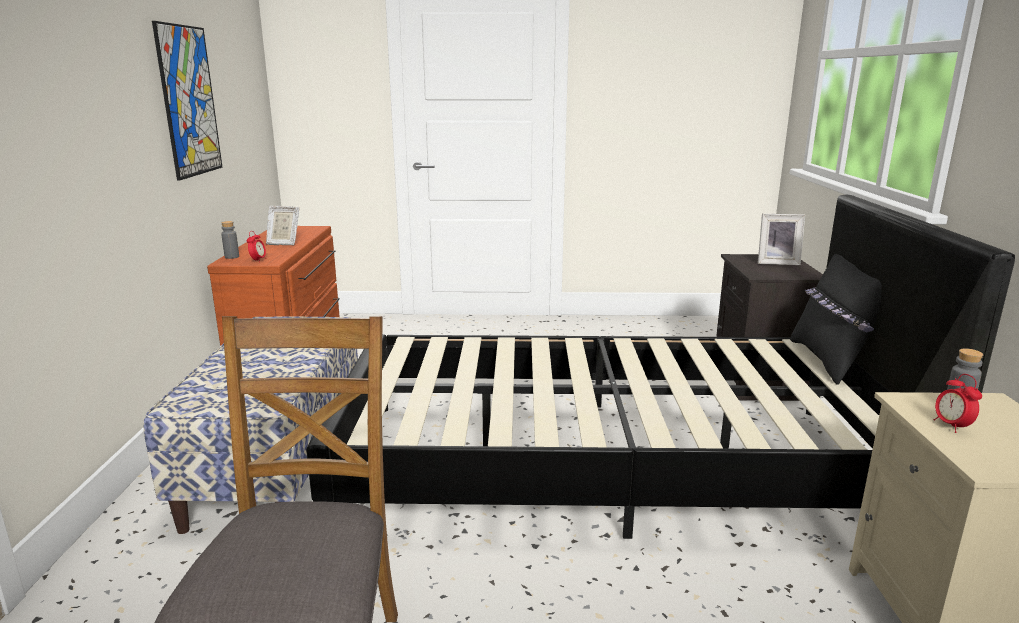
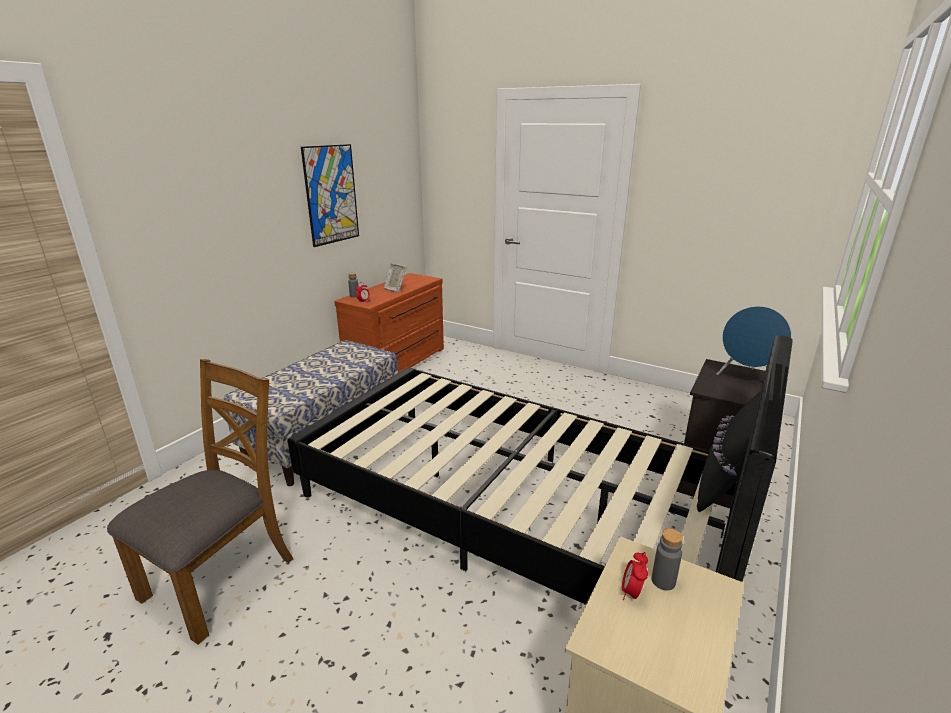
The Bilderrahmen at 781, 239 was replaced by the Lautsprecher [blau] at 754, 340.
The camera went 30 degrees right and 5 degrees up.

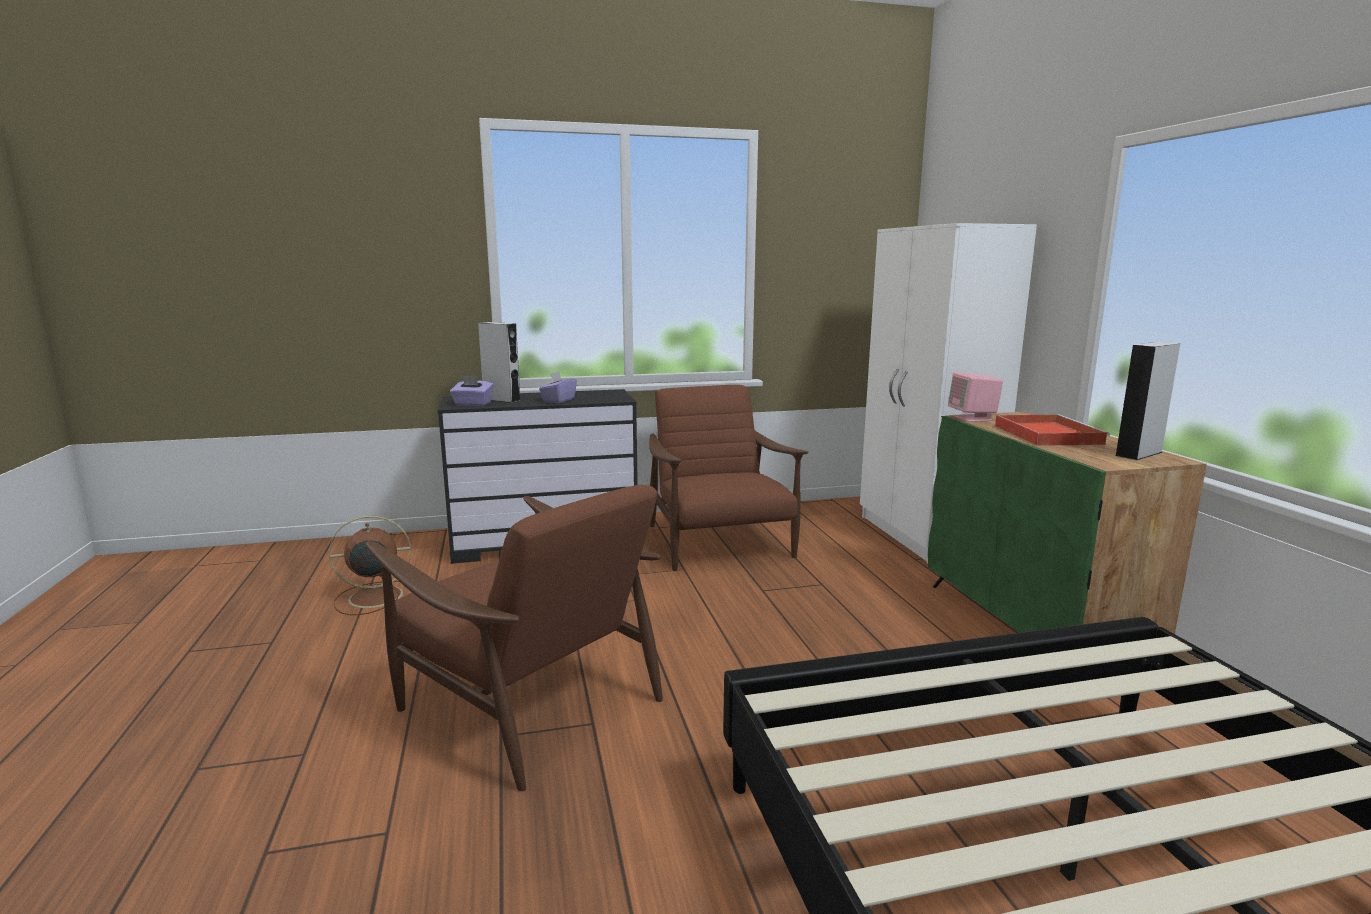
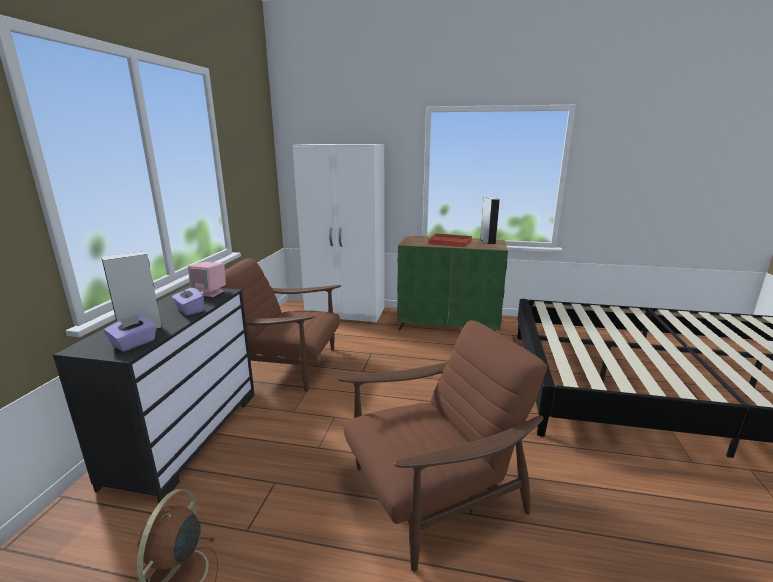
The Lautsprecher [rosa] moved from 975, 397 to 207, 279.
The camera went 65 degrees left and 5 degrees up.

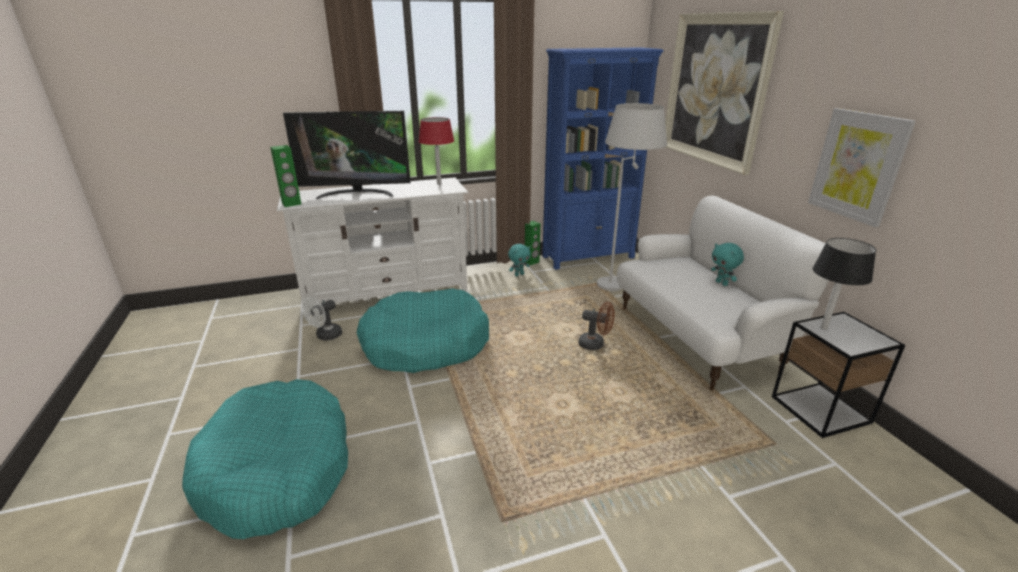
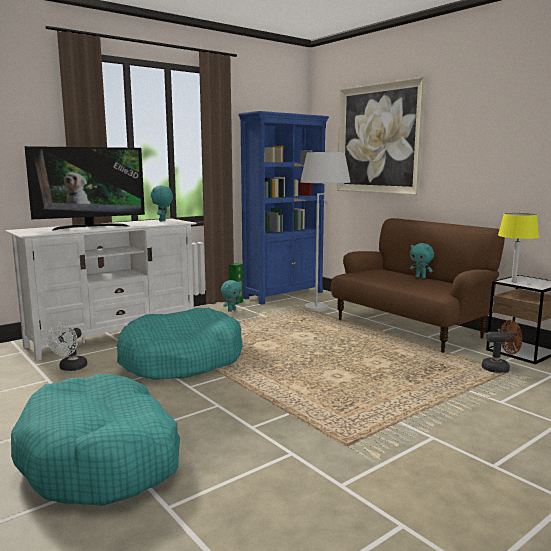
The Bild at 862, 167 disappeared.
The Tischlampe [rot] at 436, 151 was replaced by the Plüschtier [türkis] at 161, 203.
The Lautsprecher [grün] at 286, 176 disappeared.
The Sofa [weiß] at 723, 293 became the Sofa [braun] at 418, 285.
The Tischlampe [schwarz] at 844, 284 became the Tischlampe [gelb] at 518, 247.
The Ventilator [braun] moved from 597, 326 to 502, 346.
The camera went 20 degrees left and 15 degrees down.

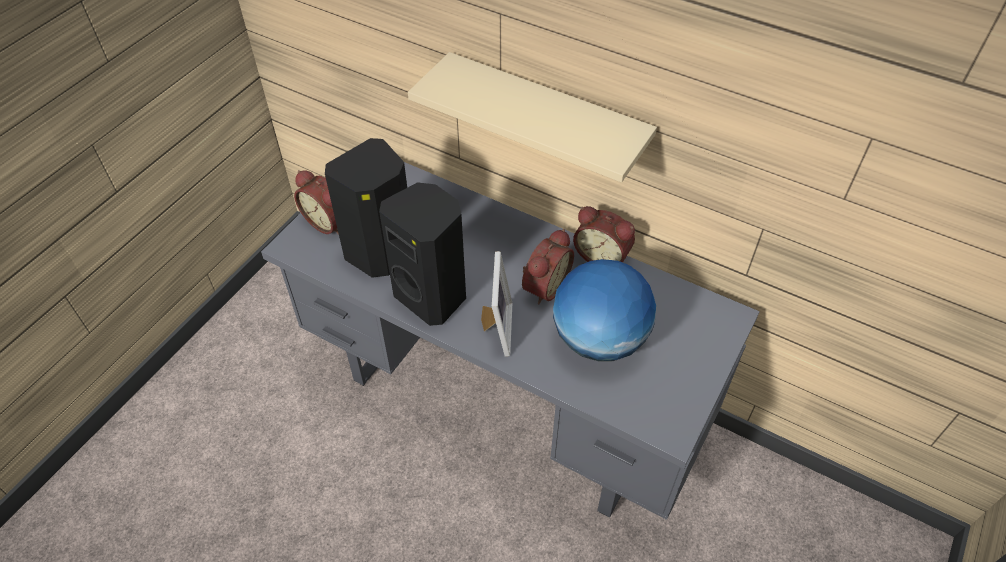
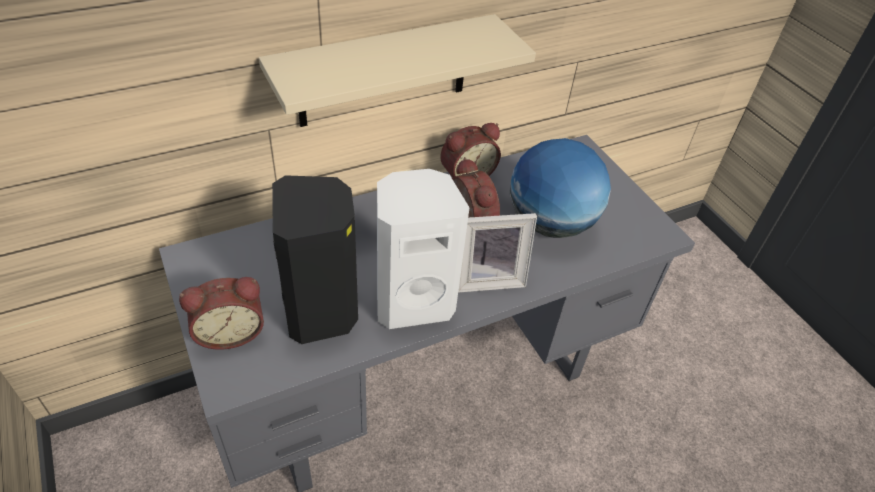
The Lautsprecher [schwarz] at 422, 254 became the Lautsprecher [weiß] at 423, 249.
The Bilderrahmen at 496, 304 turned 135 degrees clockwise.
The camera went 60 degrees left and 5 degrees down.

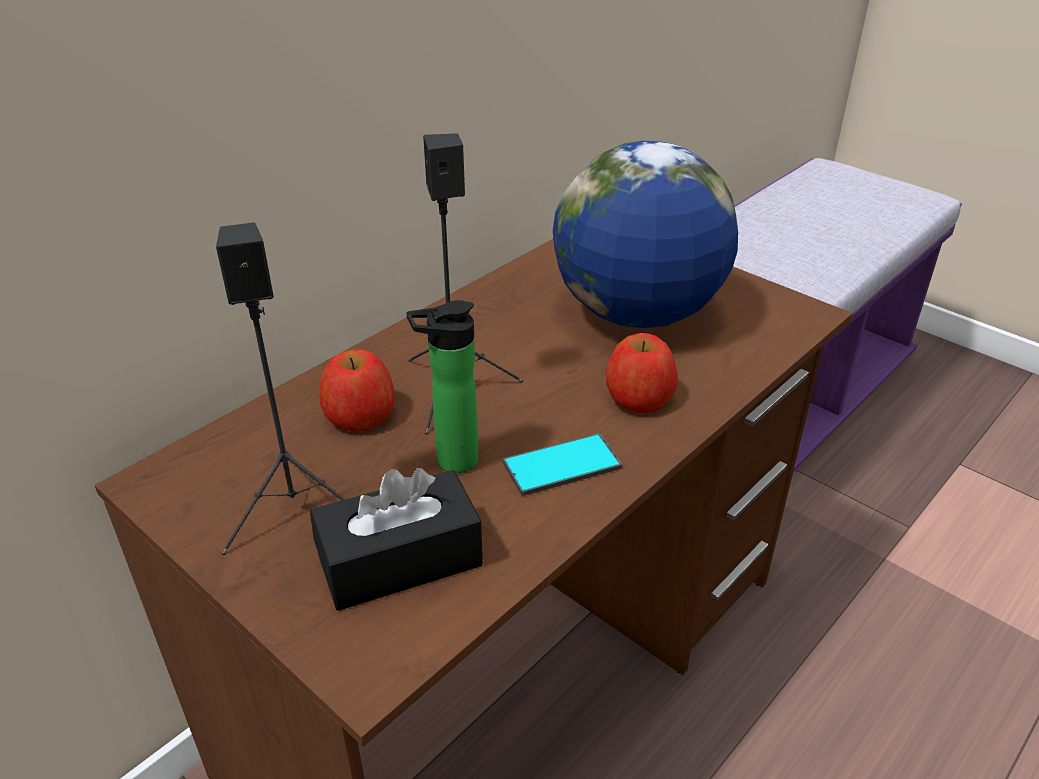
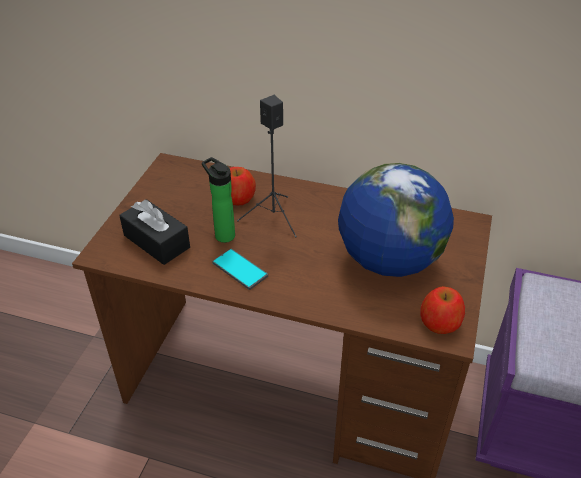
The Lautsprecher [schwarz] at 280, 388 disappeared.
The Apfel moved from 641, 373 to 442, 310.
The camera went 65 degrees right and 5 degrees up.

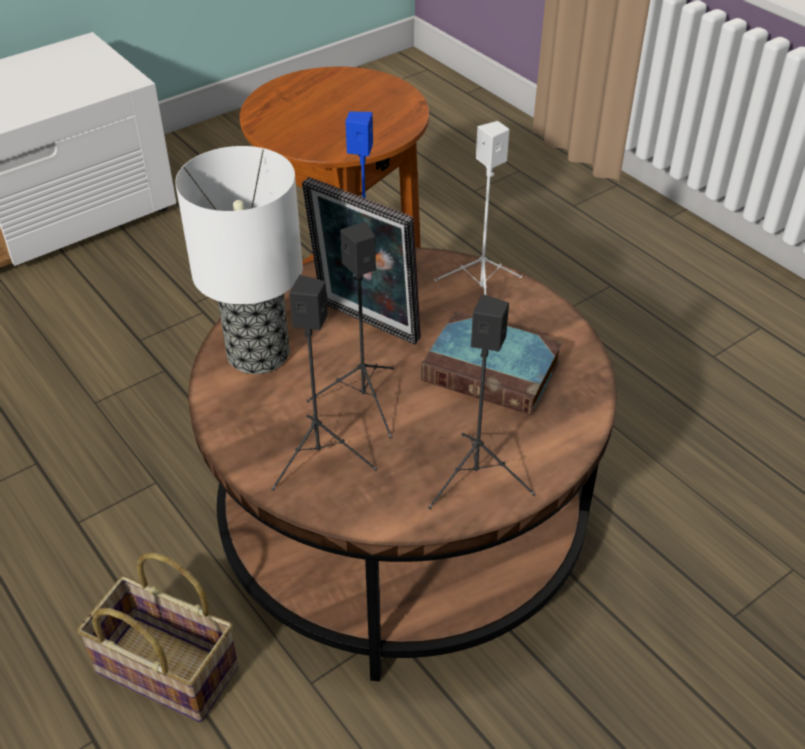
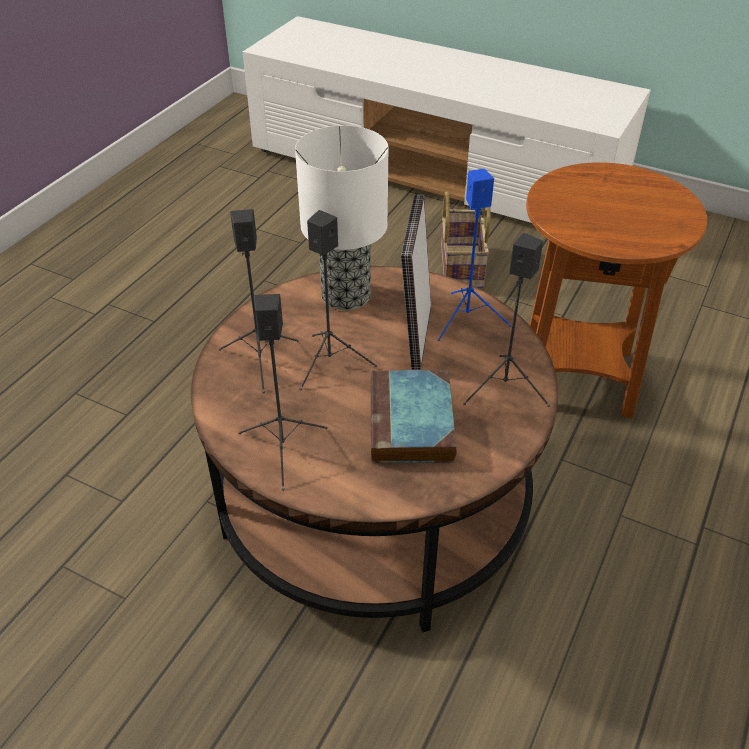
The Lautsprecher [weiß] at 478, 208 became the Lautsprecher [schwarz] at 506, 320.
The Korb moved from 157, 637 to 466, 239.
The camera went 65 degrees right and 0 degrees up.

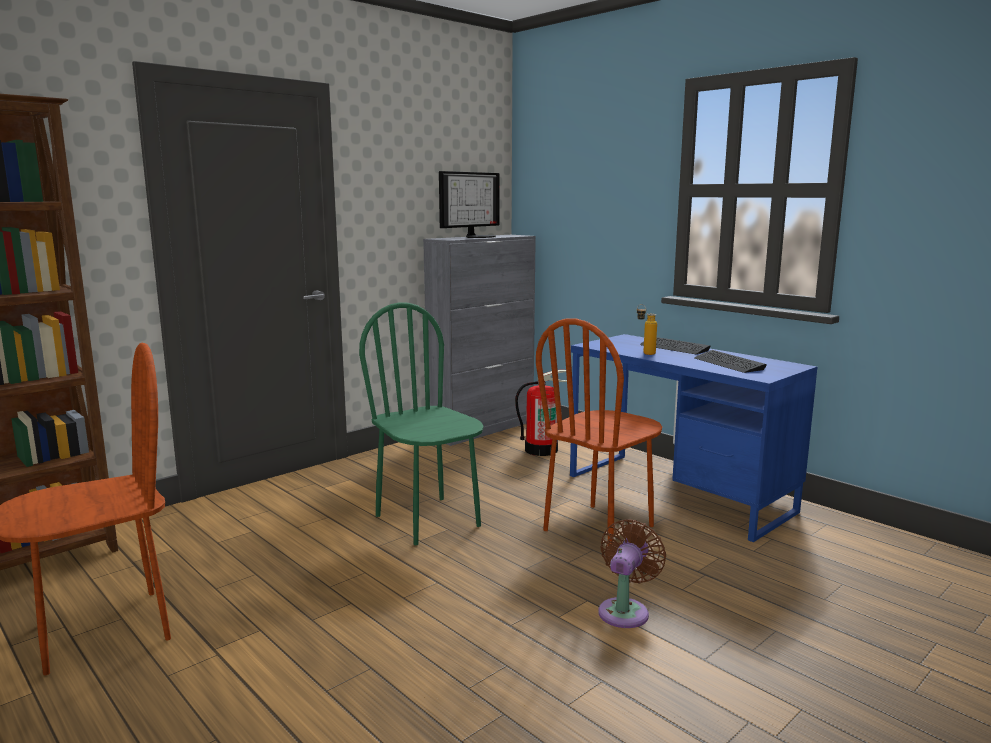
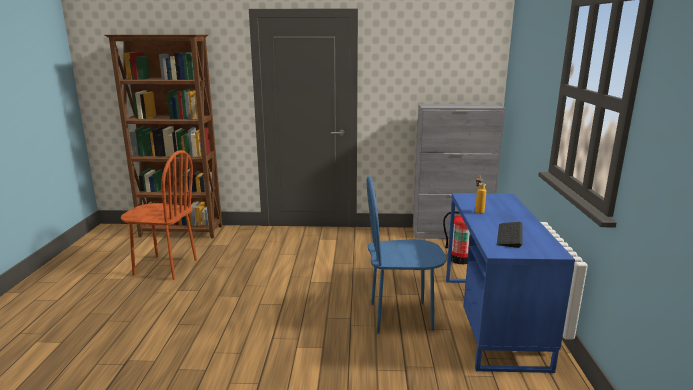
The Monitor at 469, 204 disappeared.
The Stuhl [grün] at 421, 423 disappeared.
The Stuhl [braun] at 599, 432 became the Stuhl [blau] at 407, 255.
The Tastatur at 675, 345 disappeared.
The Ventilator [braun] at 632, 573 disappeared.
The camera went 45 degrees right and 5 degrees up.

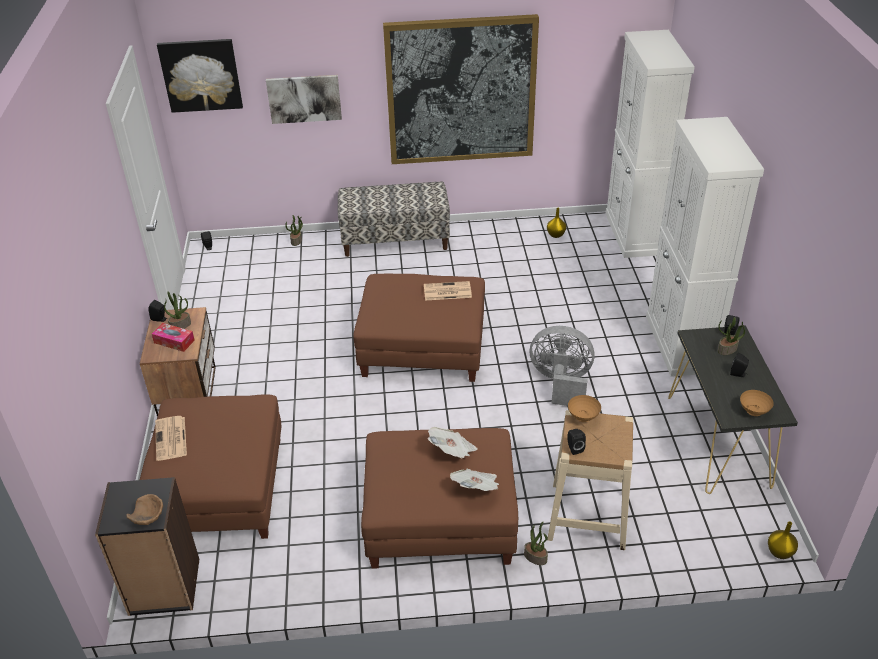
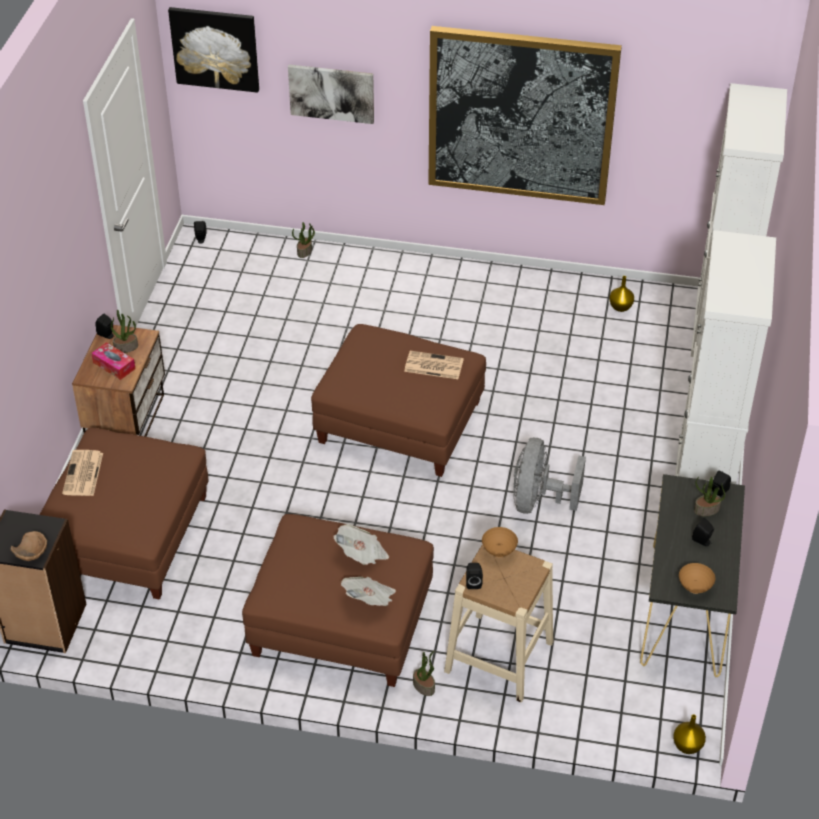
The Bank at 394, 219 disappeared.
The Ventilator [grau] at 562, 366 turned 105 degrees counterclockwise.
The camera went 15 degrees right and 5 degrees up.

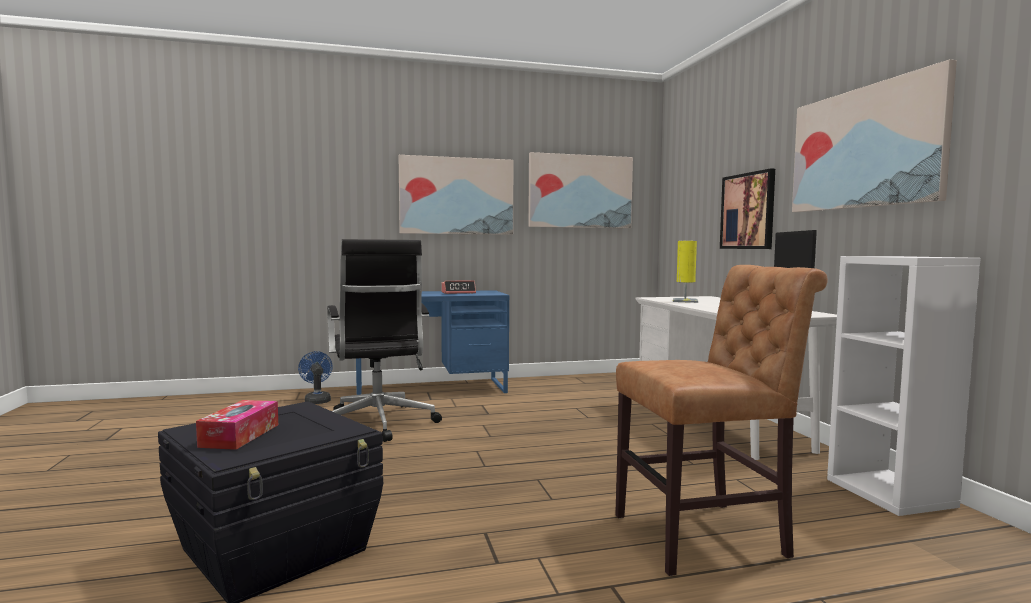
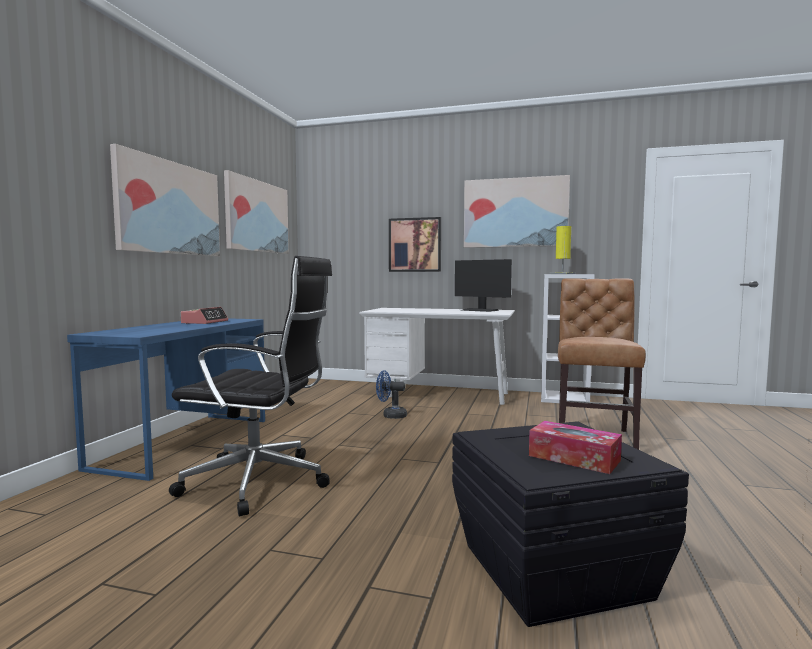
The Tischlampe [gelb] moved from 685, 272 to 562, 250.
The Ventilator [blau] moved from 315, 377 to 391, 394.
The camera went 60 degrees left and 0 degrees up.

